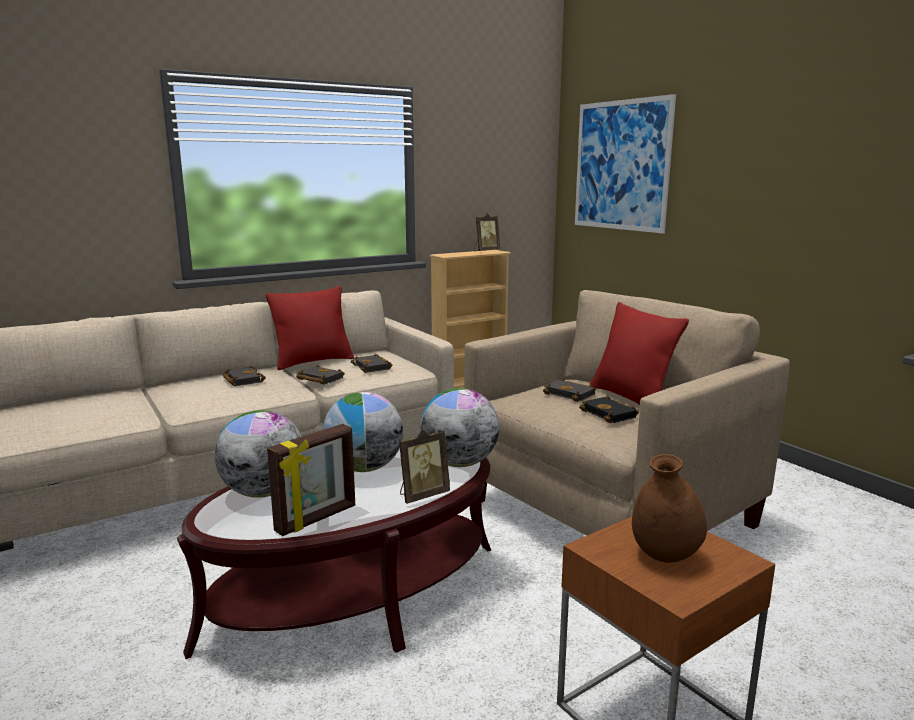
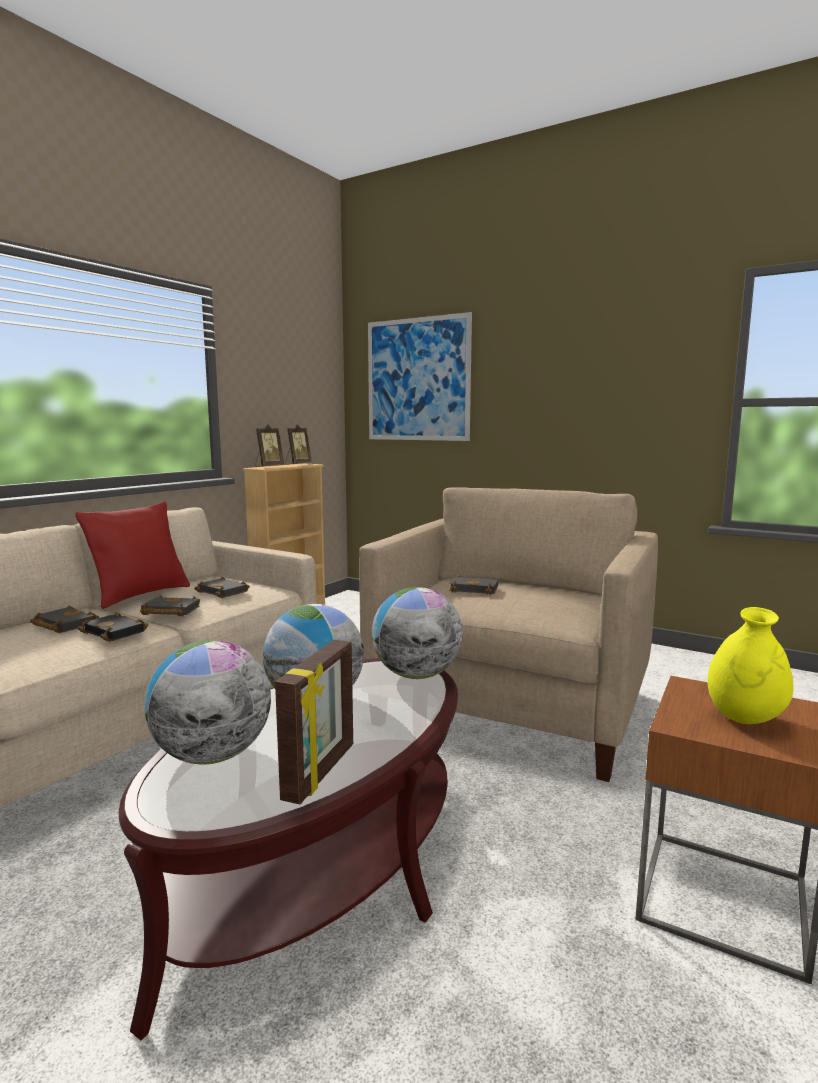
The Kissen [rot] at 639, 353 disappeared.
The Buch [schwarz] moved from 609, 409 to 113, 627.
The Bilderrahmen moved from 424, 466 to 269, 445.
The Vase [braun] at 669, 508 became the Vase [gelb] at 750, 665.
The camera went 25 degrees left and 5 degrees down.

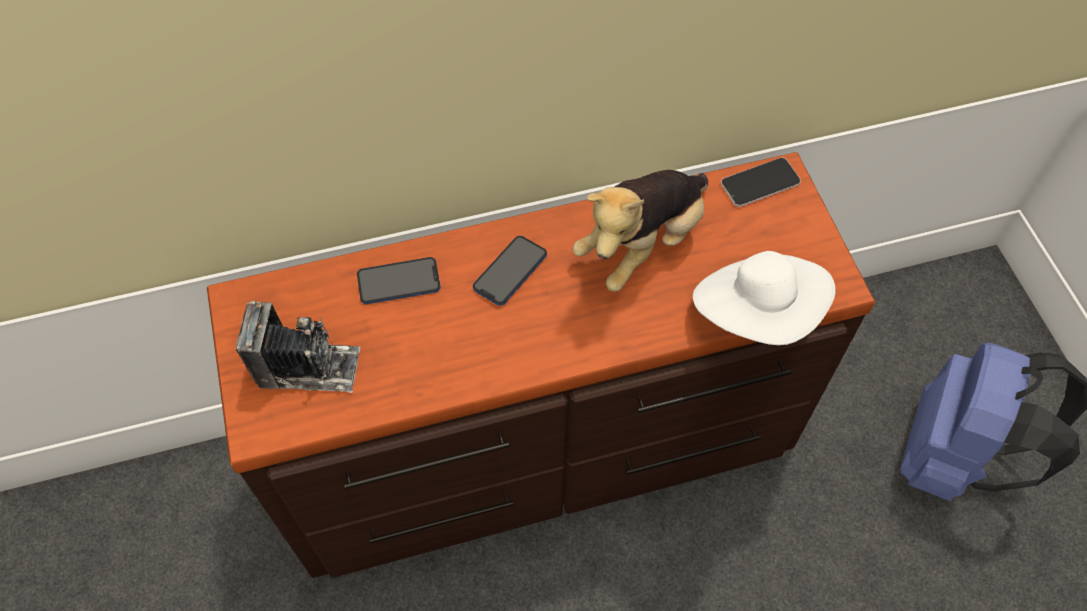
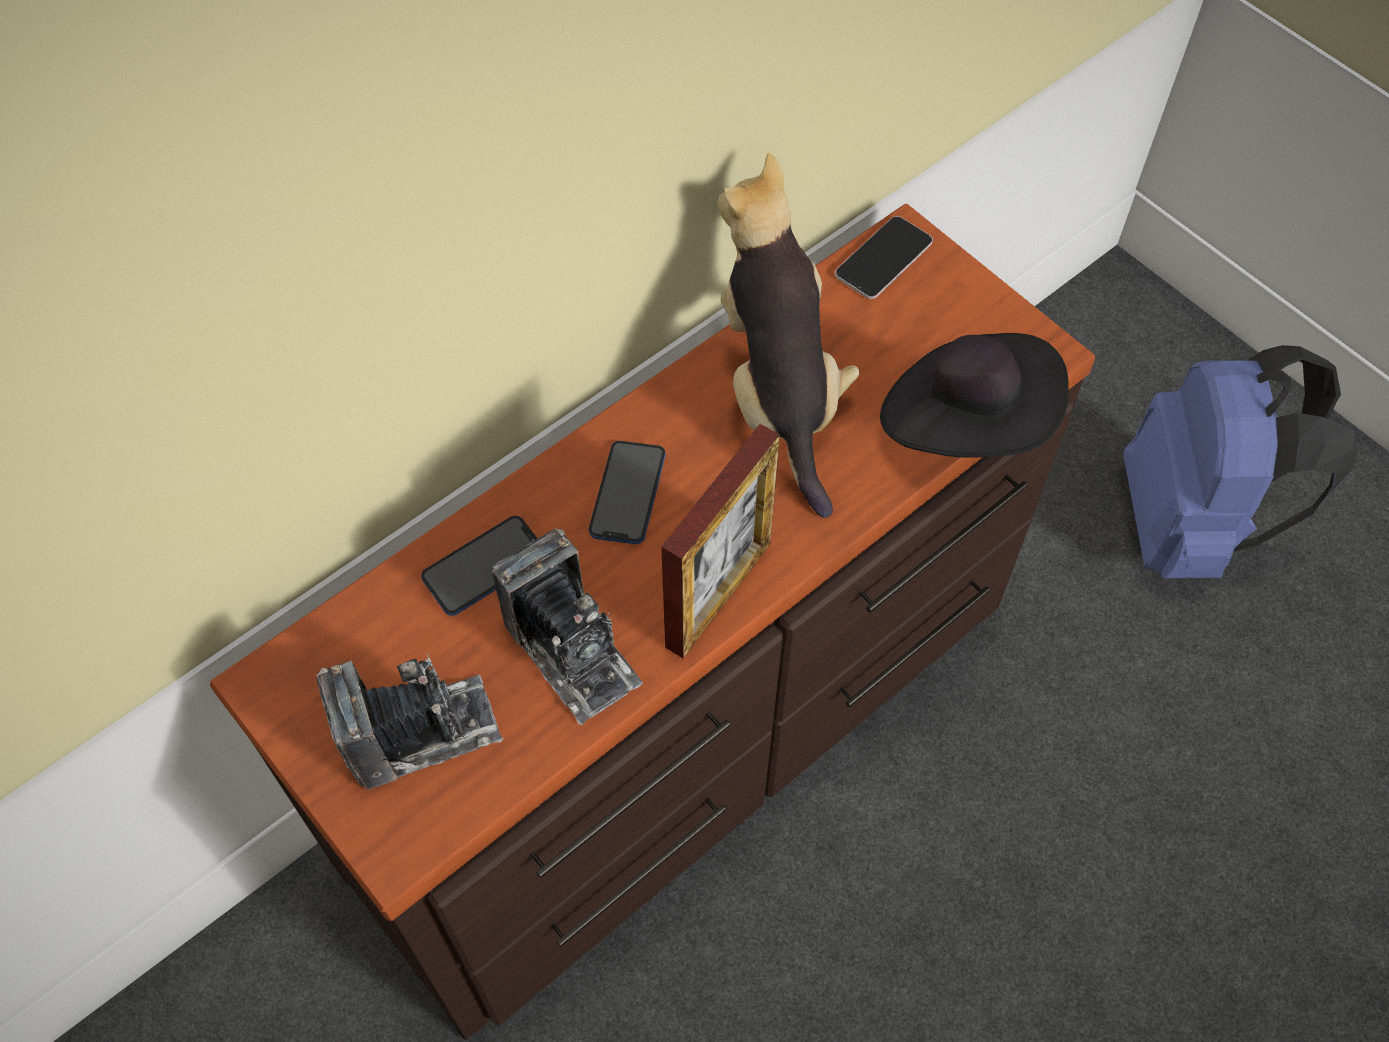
The Plüschtier at 640, 231 turned 150 degrees clockwise.
The Hut [weiß] at 764, 298 became the Hut [schwarz] at 974, 395.
The Bilderrahmen at 720, 541 appeared.
The Kamera at 567, 627 appeared.
The camera went 25 degrees left and 0 degrees up.

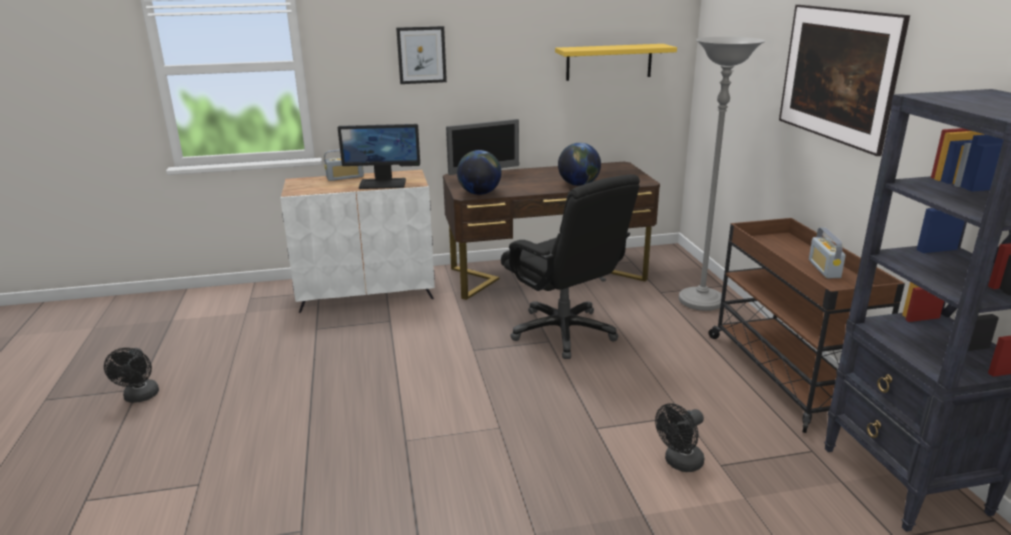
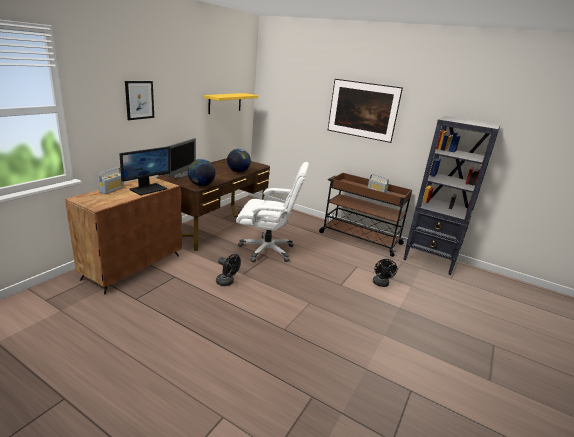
The Stehlampe [grau] at 722, 174 disappeared.
The Schrank [weiß] at 357, 241 became the Schrank [braun] at 123, 235.
The Bürostuhl [schwarz] at 570, 266 became the Bürostuhl [weiß] at 272, 212.
The Ventilator [schwarz] moved from 131, 375 to 228, 270.
The camera went 50 degrees left and 0 degrees up.

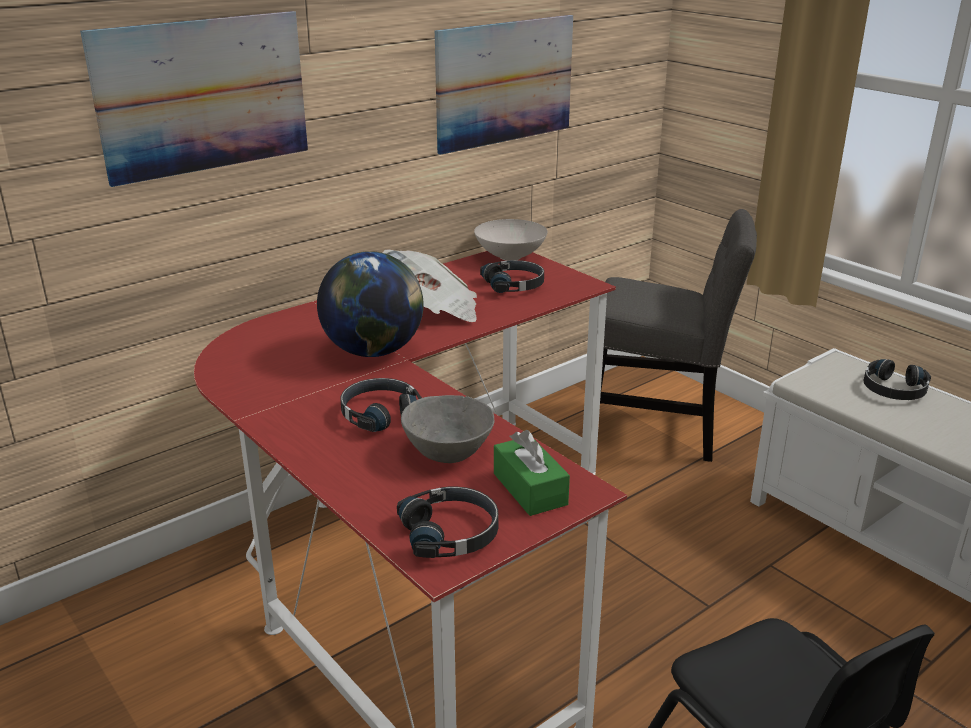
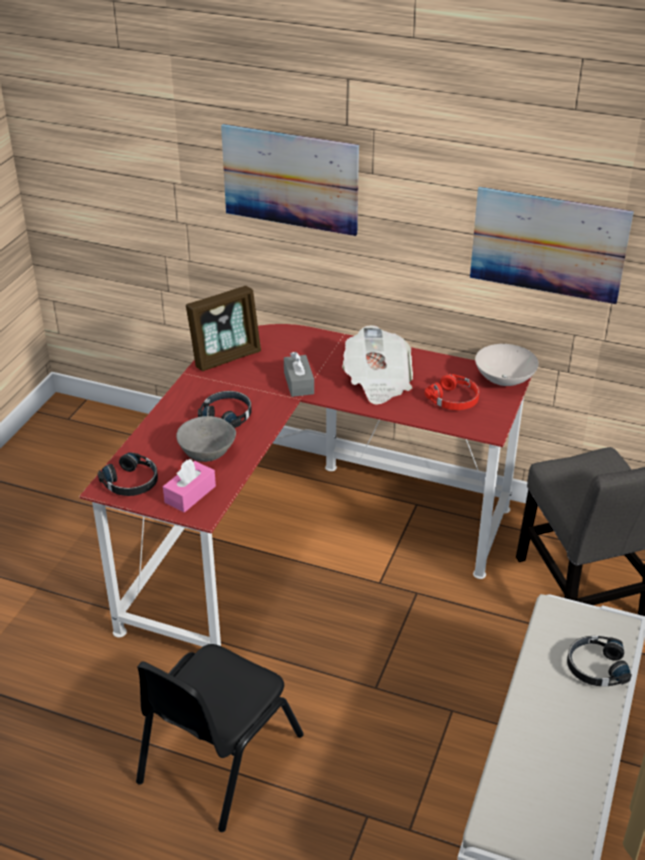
The Globus at 370, 304 was replaced by the Taschentuchbox [grau] at 299, 374.
The Kopfhörer [schwarz] at 512, 276 became the Kopfhörer [rot] at 452, 391.
The Taschentuchbox [grün] at 532, 473 became the Taschentuchbox [rosa] at 189, 485.
The Bilderrahmen at 223, 328 appeared.
The camera went 60 degrees right and 10 degrees up.

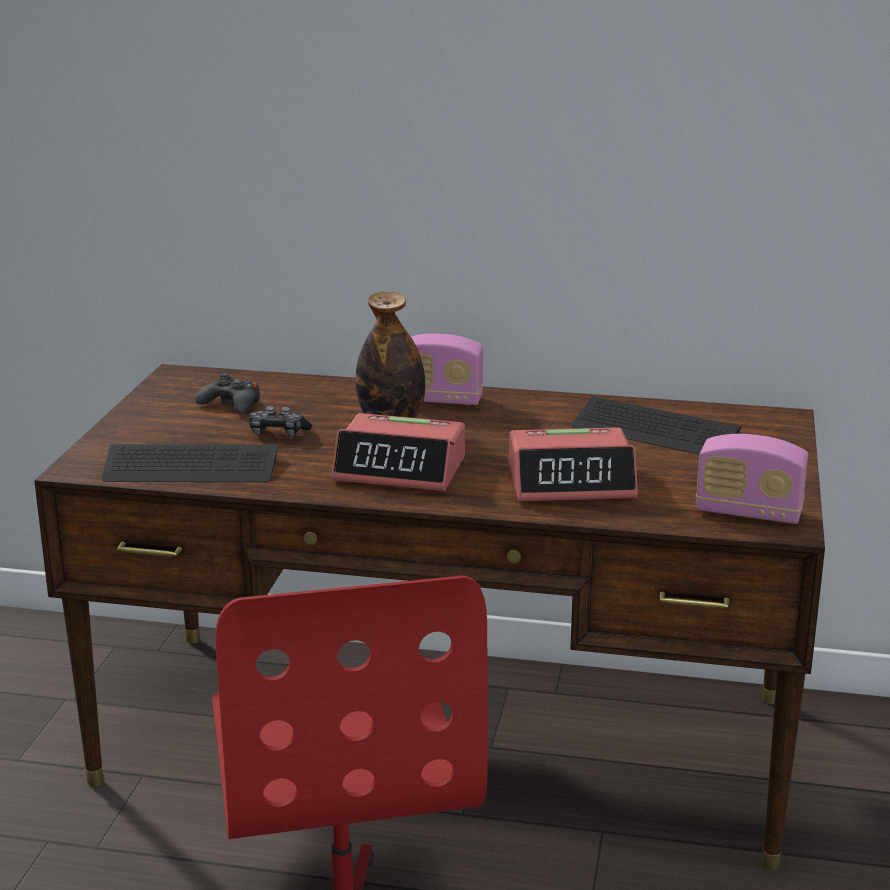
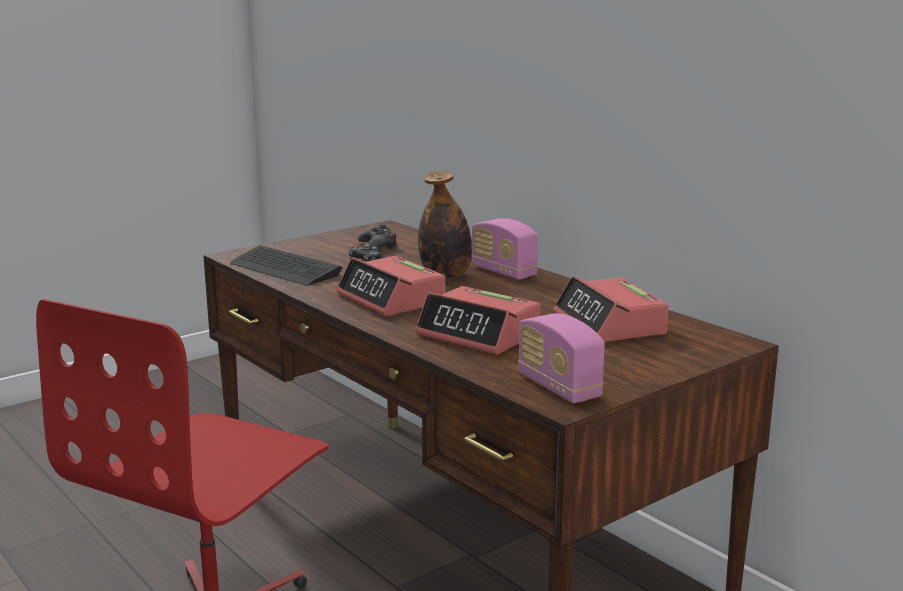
The Tastatur at 657, 426 was replaced by the Wecker at 610, 309.
The camera went 40 degrees right and 5 degrees down.

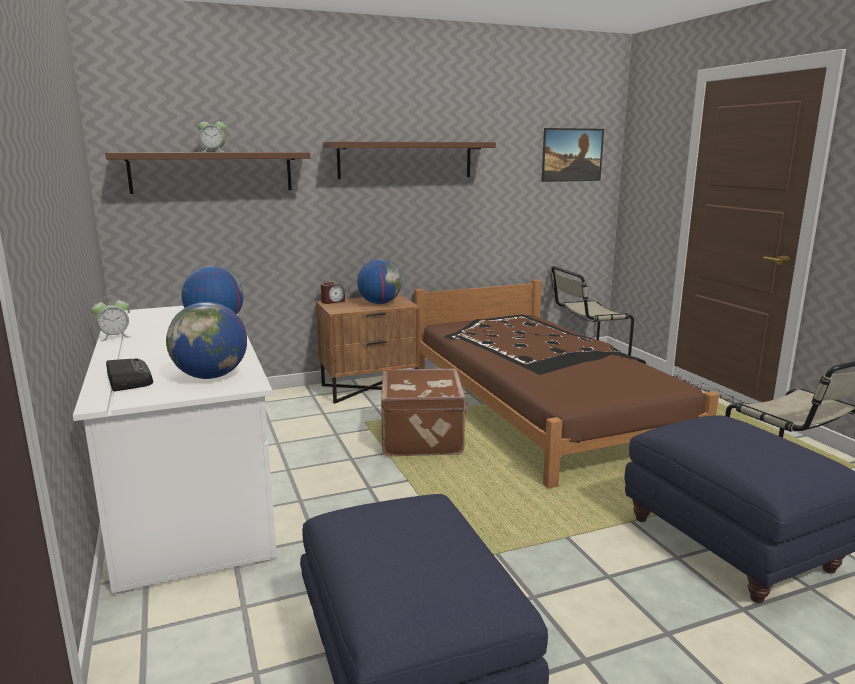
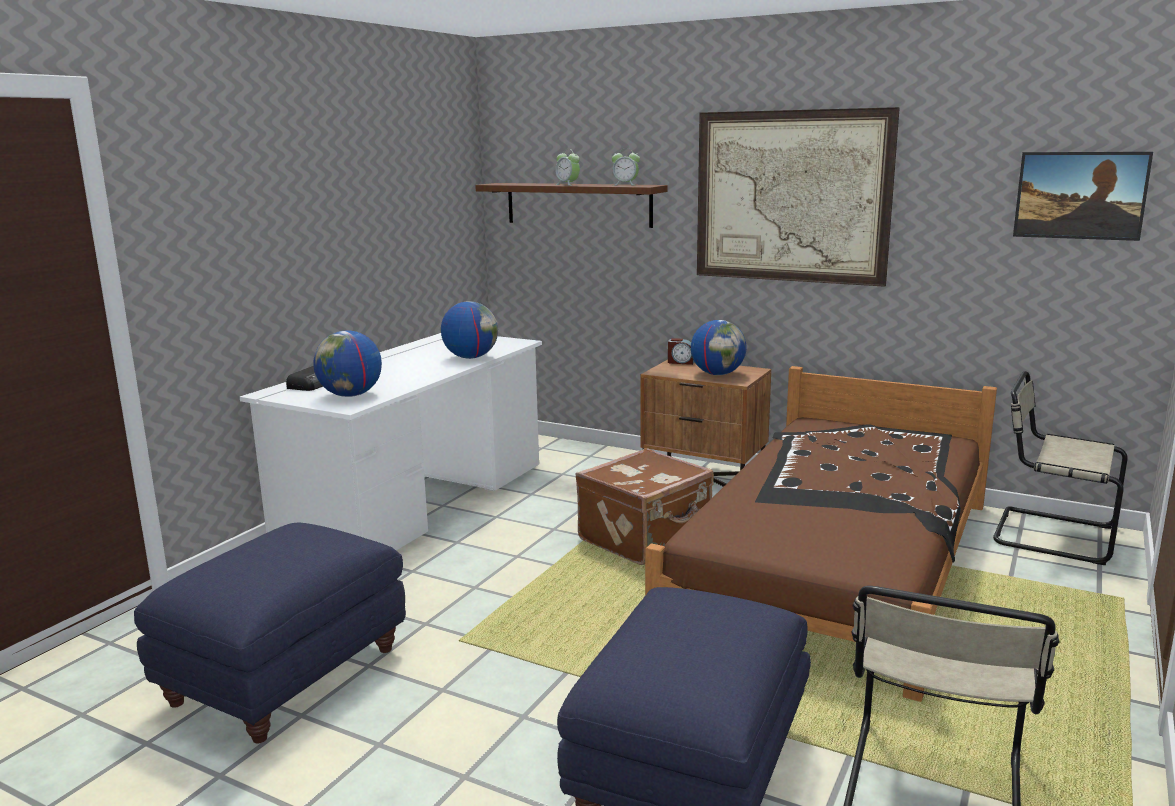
The Wandregal [braun] at 409, 160 was replaced by the Bild at 798, 197.
The Wecker moved from 111, 318 to 626, 166.
The camera went 50 degrees right and 0 degrees up.

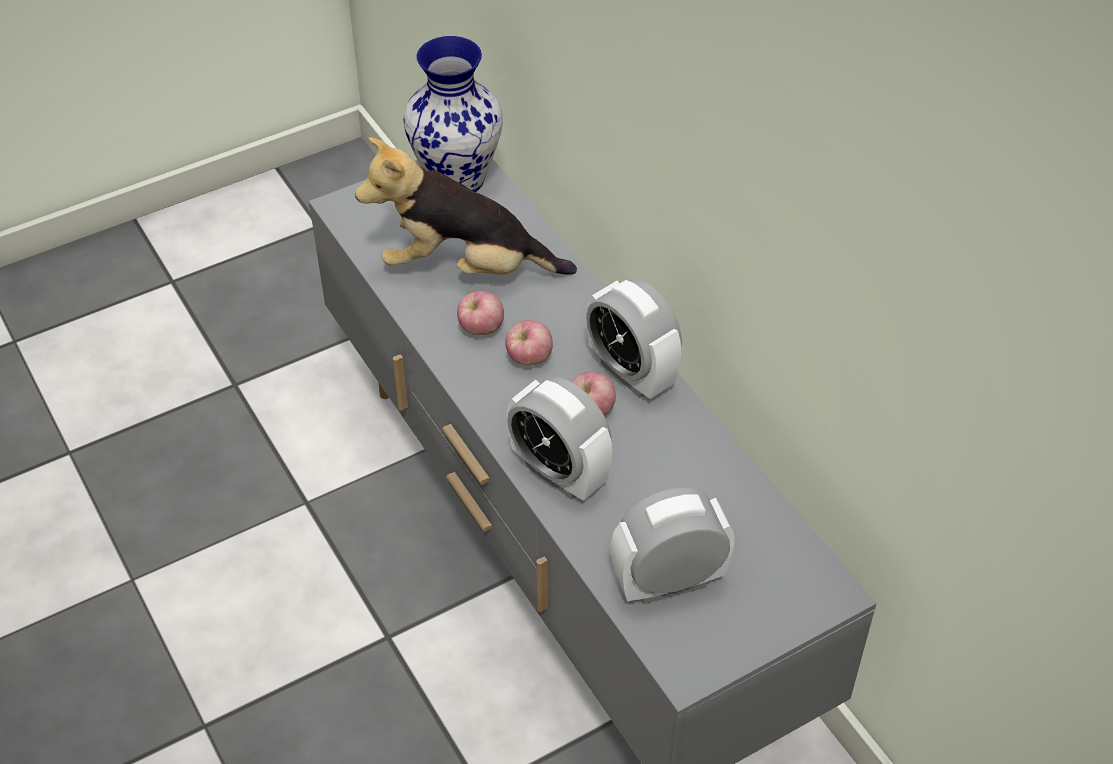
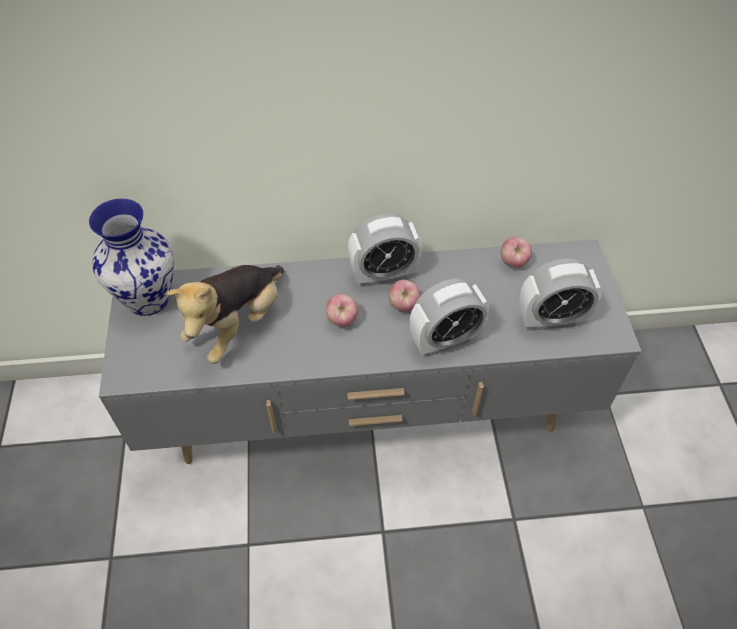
The Apfel moved from 480, 313 to 516, 252.
The Wecker at 673, 546 turned 105 degrees counterclockwise.
The camera went 65 degrees left and 5 degrees up.

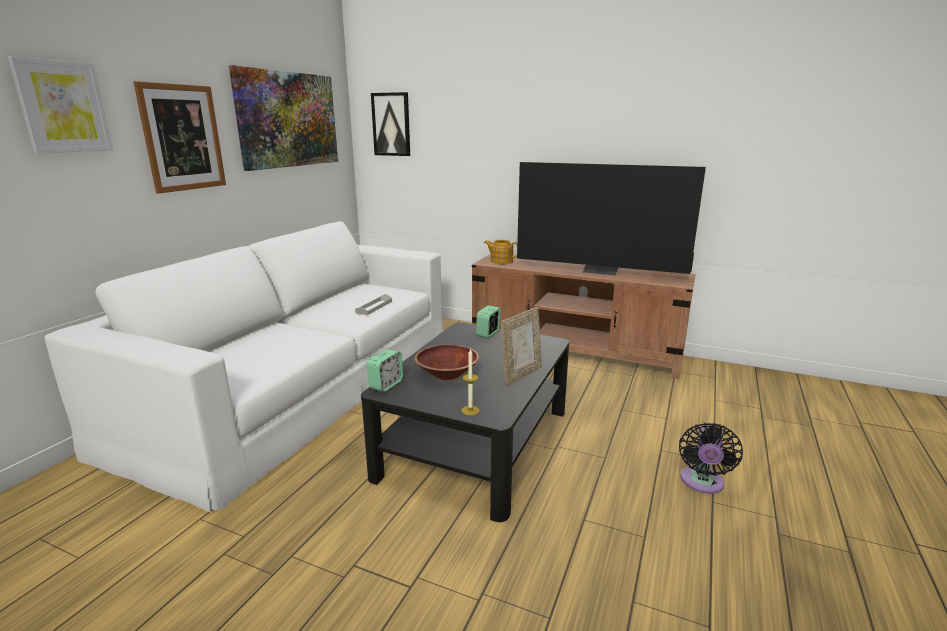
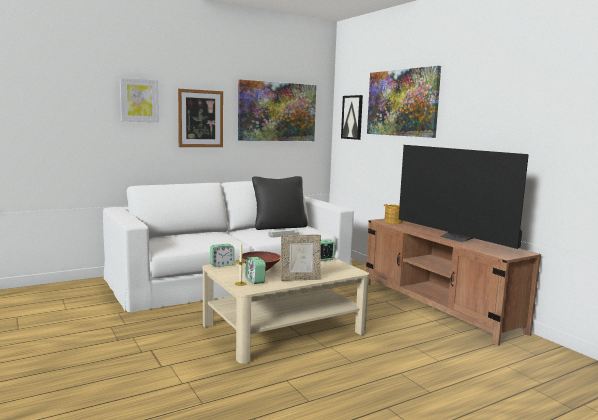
The Couchtisch [schwarz] at 465, 422 became the Couchtisch [beige] at 285, 311.
The Ventilator [schwarz] at 711, 458 disappeared.
The Bild at 404, 102 appeared.
The Kissen [schwarz] at 280, 203 appeared.
The Wecker at 255, 270 appeared.
The camera went 35 degrees right and 10 degrees down.

